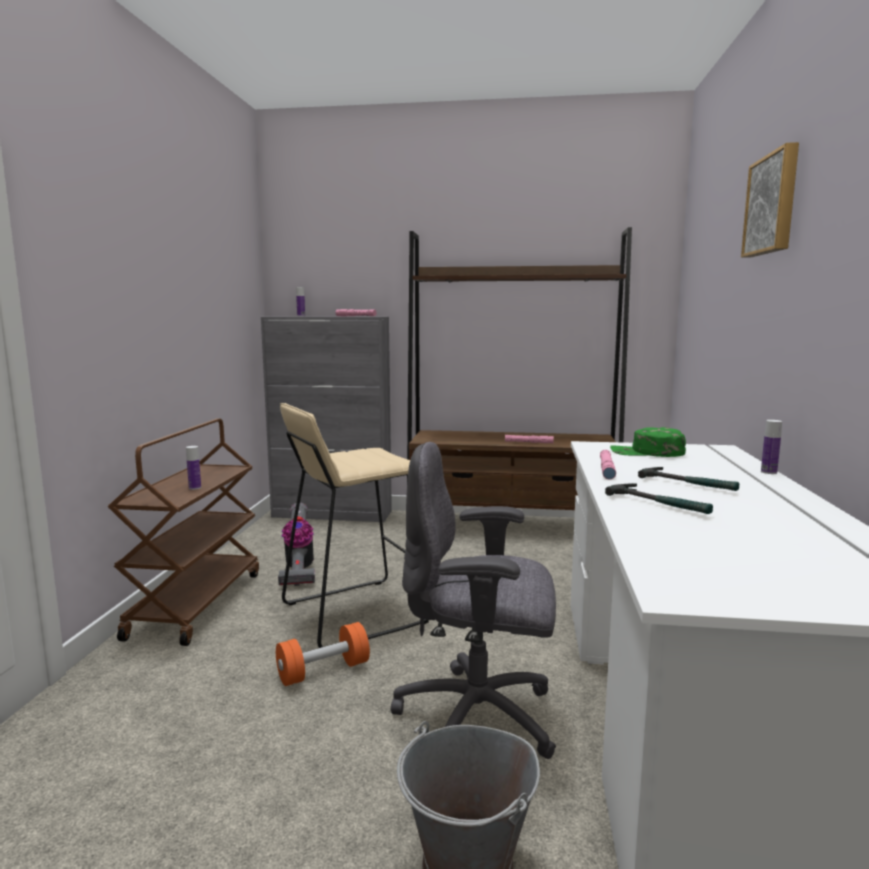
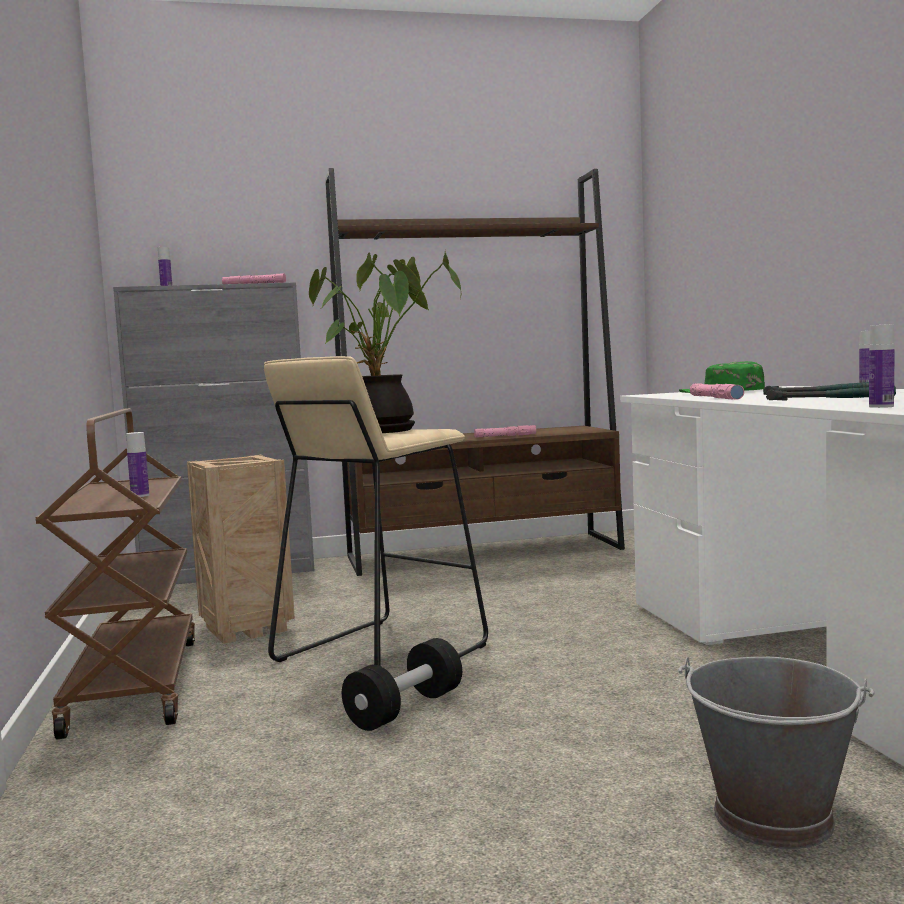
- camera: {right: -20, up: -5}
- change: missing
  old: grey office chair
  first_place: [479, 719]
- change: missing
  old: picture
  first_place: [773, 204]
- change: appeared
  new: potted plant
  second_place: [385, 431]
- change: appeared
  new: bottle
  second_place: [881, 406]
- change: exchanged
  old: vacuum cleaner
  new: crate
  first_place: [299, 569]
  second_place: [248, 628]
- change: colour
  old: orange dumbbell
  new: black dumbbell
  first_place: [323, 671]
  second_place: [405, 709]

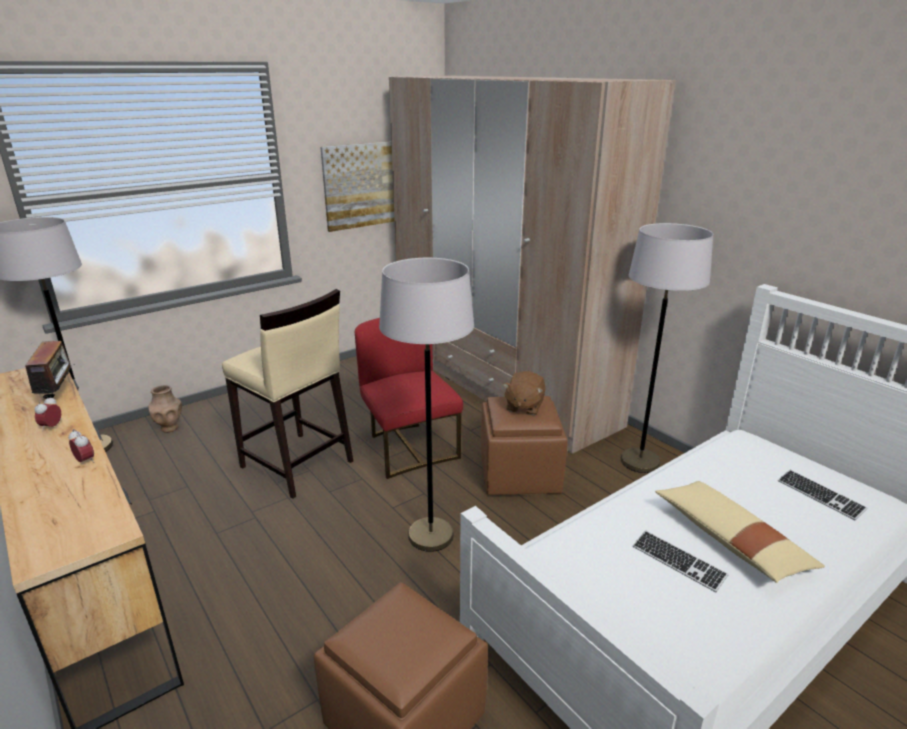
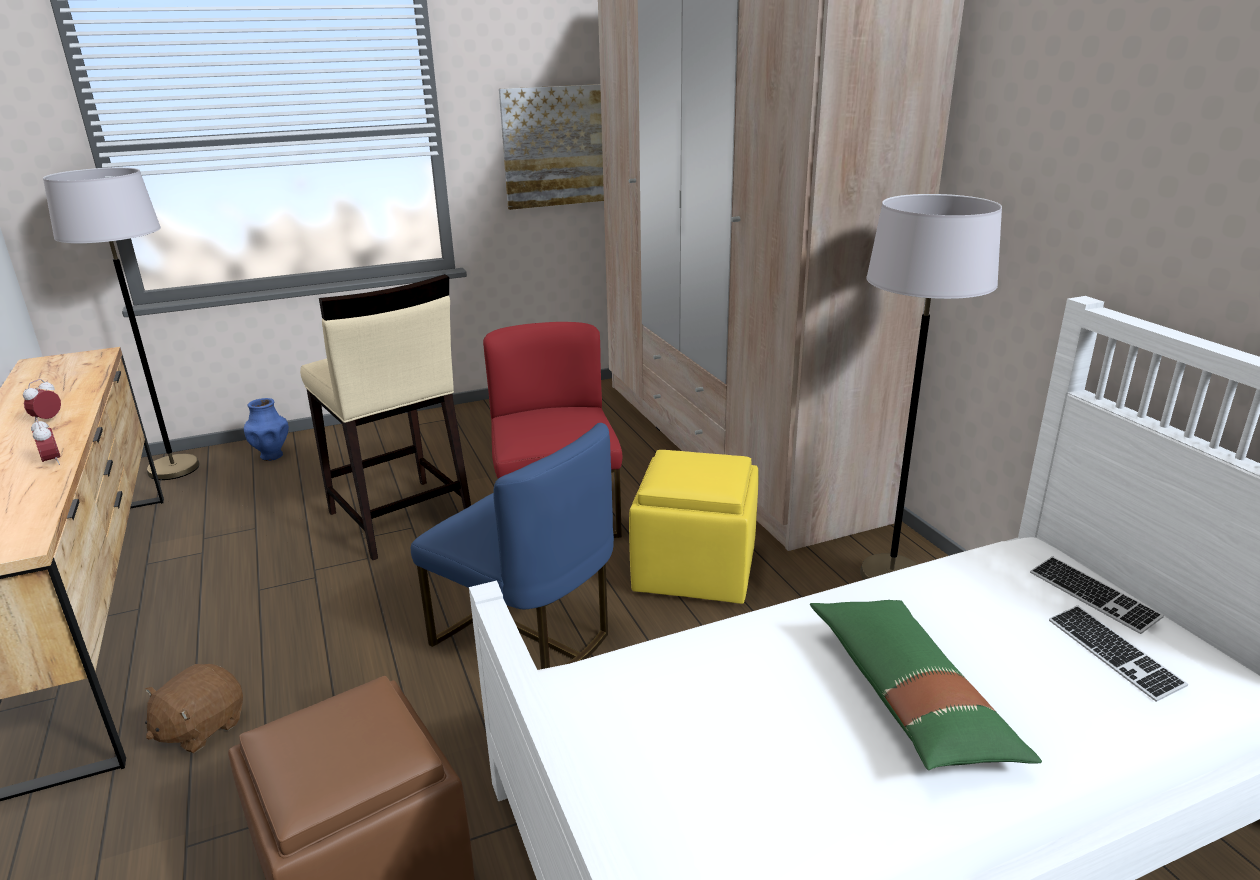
- camera: {right: 15, up: 0}
- change: missing
  old: radio
  first_place: [58, 394]
- change: relocated
  old: brown plush toy
  first_place: [524, 406]
  second_place: [200, 727]
- change: relocated
  old: keyboard
  first_place: [678, 562]
  second_place: [1092, 596]
- change: exchanged
  old: grey floor lamp
  new: blue chair
  first_place: [431, 536]
  second_place: [526, 634]
- change: colour
  old: brown vase
  new: blue vase
  first_place: [169, 428]
  second_place: [272, 455]
- change: colour
  old: brown ottoman
  new: yellow ottoman
  first_place: [520, 474]
  second_place: [696, 569]
- change: colour
  old: beige pillow
  new: green pillow
  first_place: [730, 540]
  second_place: [909, 697]

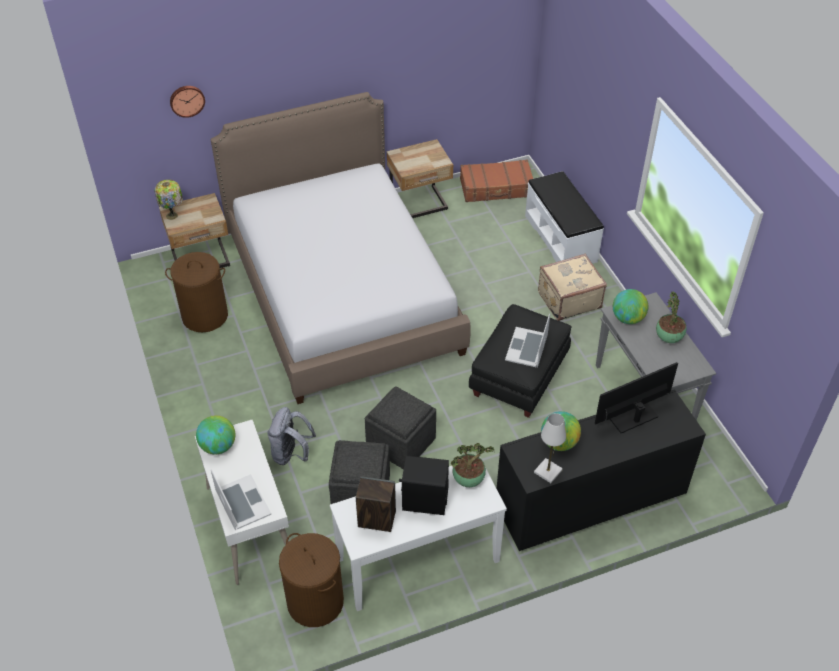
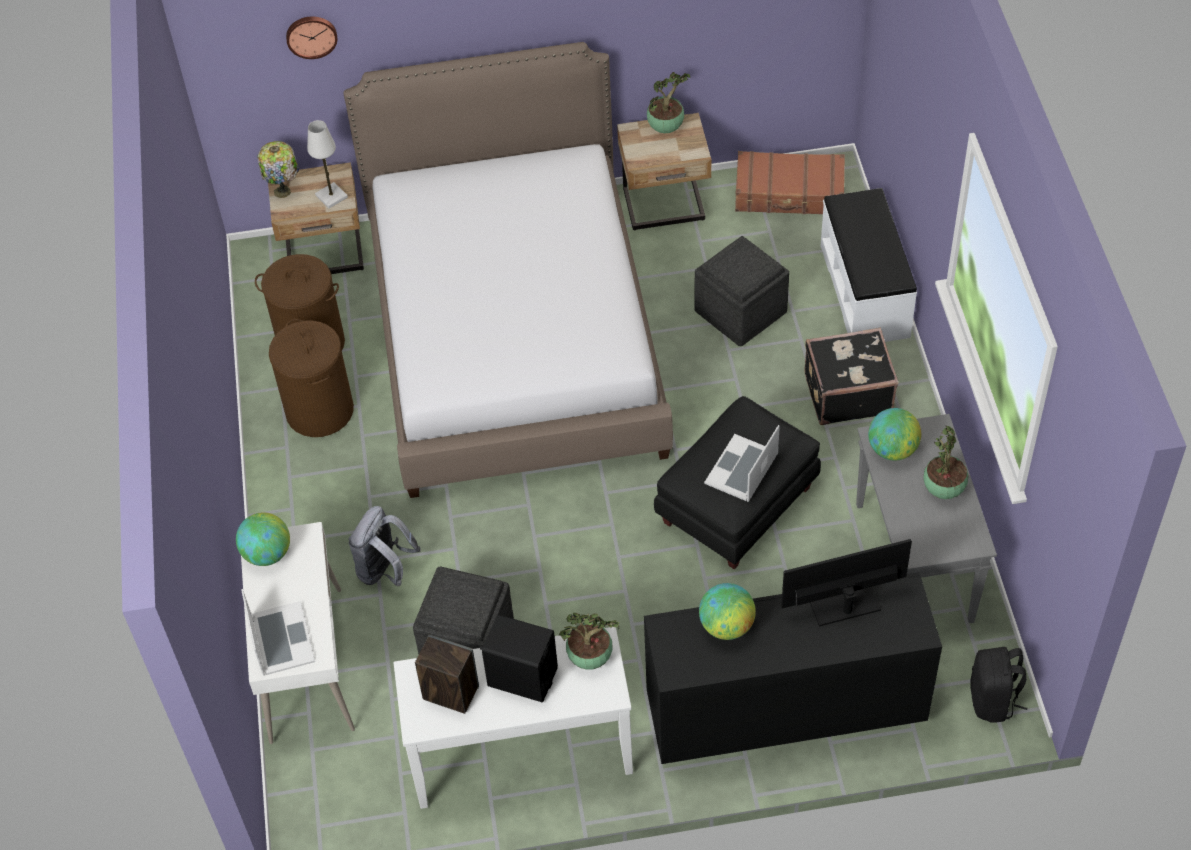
- camera: {right: 15, up: 5}
- change: appeared
  new: potted plant
  second_place: [666, 127]
- change: appeared
  new: black backpack
  second_place: [993, 700]
- change: relocated
  old: brown laundry basket
  first_place: [315, 602]
  second_place: [320, 411]
- change: relocated
  old: grey ottoman
  first_place: [401, 443]
  second_place: [740, 312]
- change: relocated
  old: white table lamp
  first_place: [548, 471]
  second_place: [331, 196]
- change: colour
  old: beige suitcase
  new: black suitcase
  first_place: [568, 299]
  second_place: [847, 393]

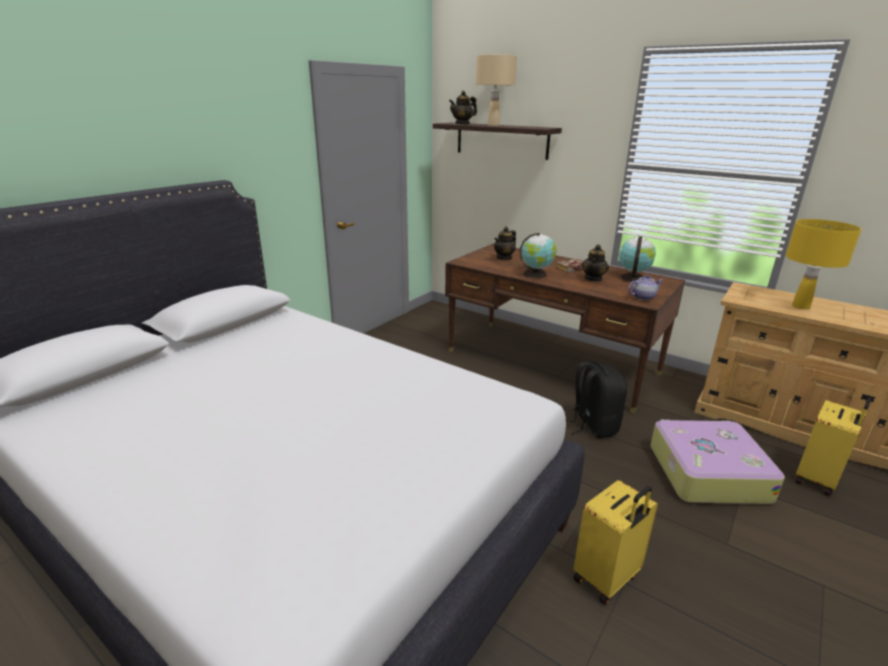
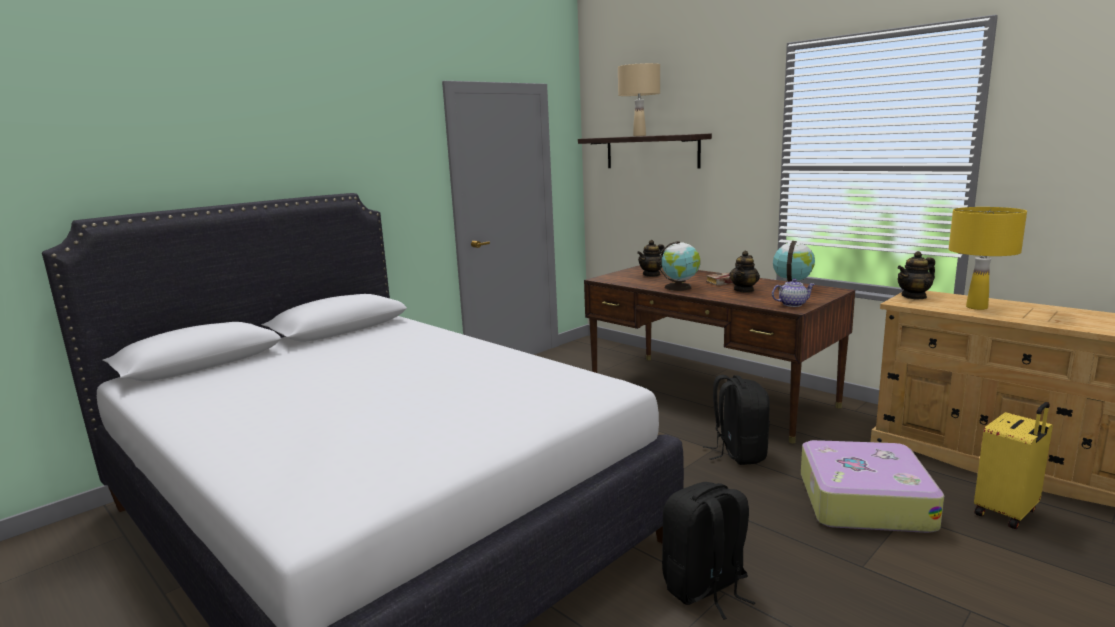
- camera: {right: 10, up: -10}
- change: relocated
  old: teapot
  first_place: [462, 124]
  second_place: [914, 296]
- change: exchanged
  old: yellow suitcase
  new: black backpack
  first_place: [607, 578]
  second_place: [705, 588]

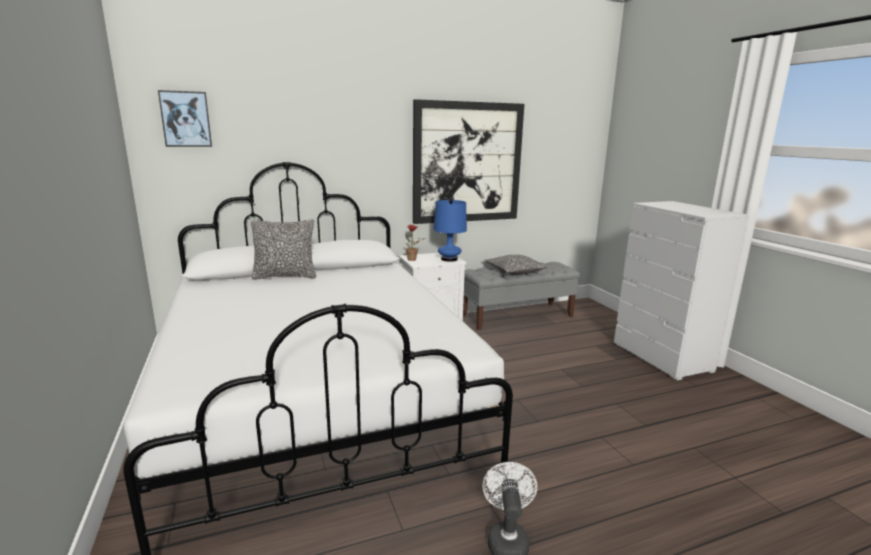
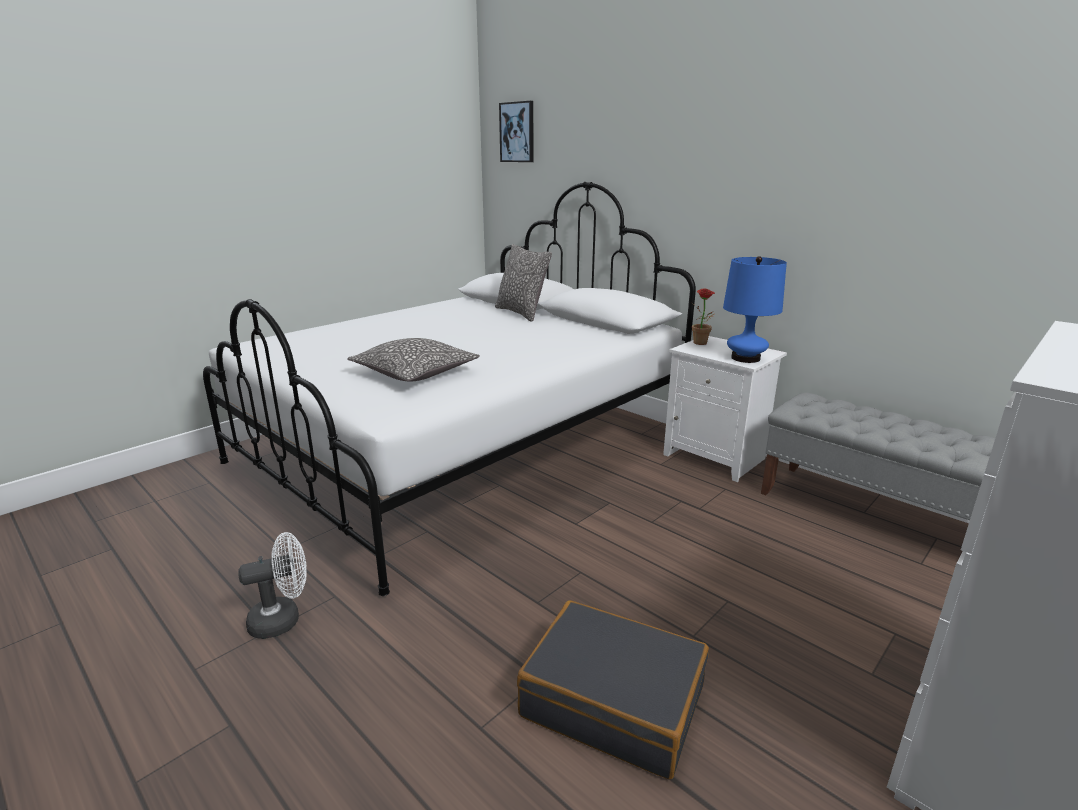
- camera: {right: 65, up: 5}
- change: missing
  old: picture
  first_place: [467, 163]
- change: appeared
  new: black suitcase
  second_place: [613, 700]
- change: relocated
  old: pillow
  first_place: [515, 271]
  second_place: [415, 373]

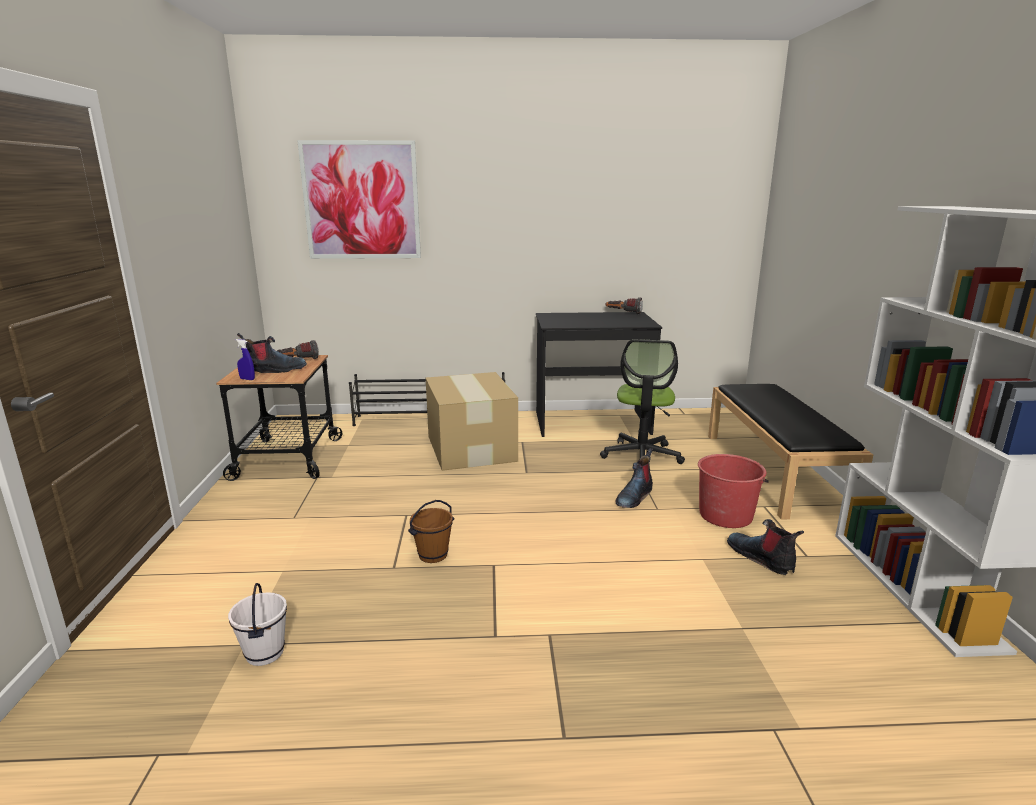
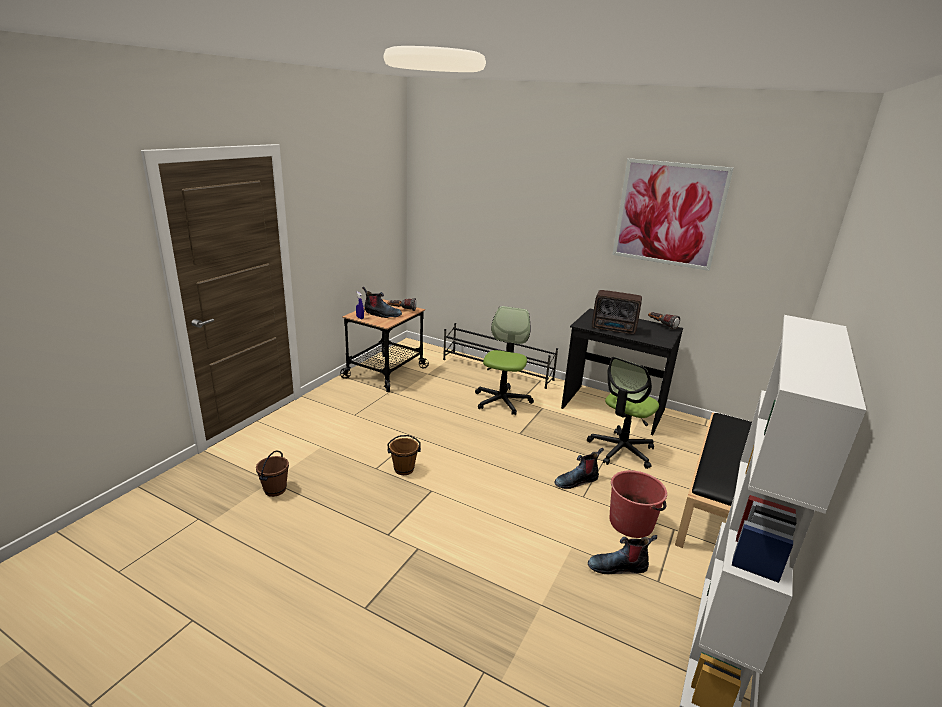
- camera: {right: 30, up: 5}
- change: appeared
  new: radio
  second_place: [614, 329]
- change: relocated
  old: picture
  first_place: [361, 201]
  second_place: [668, 214]
- change: exchanged
  old: cardboard box
  new: office chair
  first_place: [471, 447]
  second_place: [502, 401]
- change: colour
  old: white bucket
  new: brown bucket
  first_place: [264, 653]
  second_place: [275, 490]
- change: spun
  old: boot
  first_place: [761, 558]
  second_place: [618, 566]
  degrees: -90

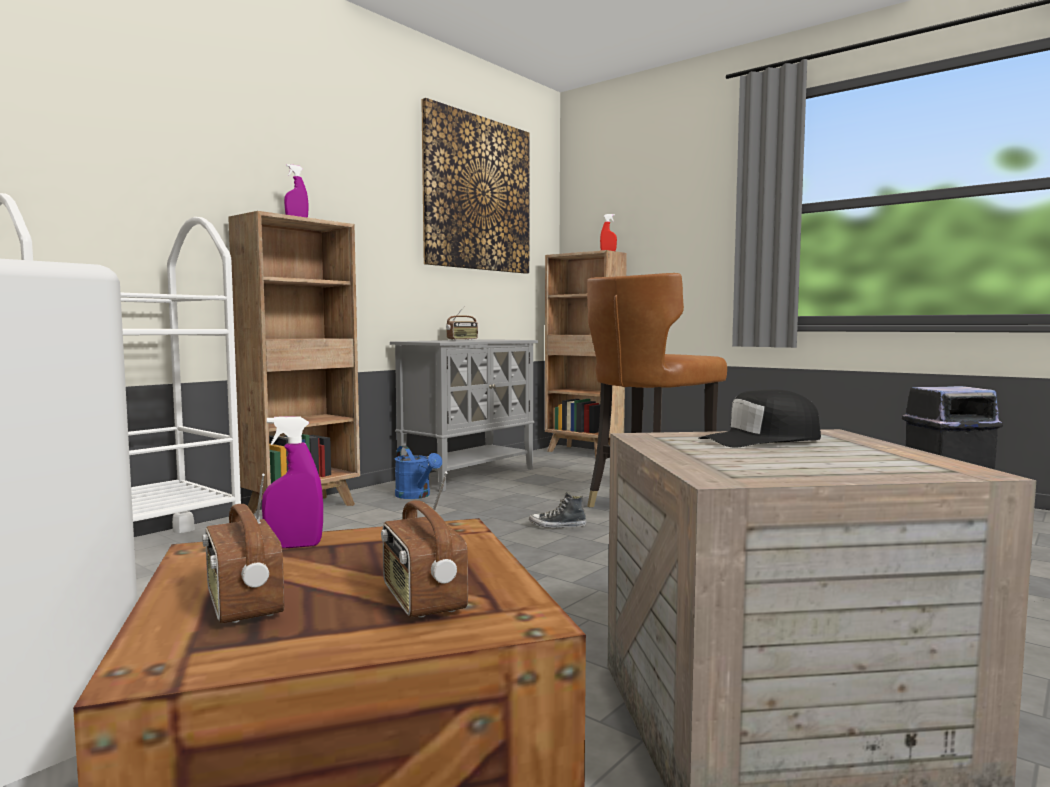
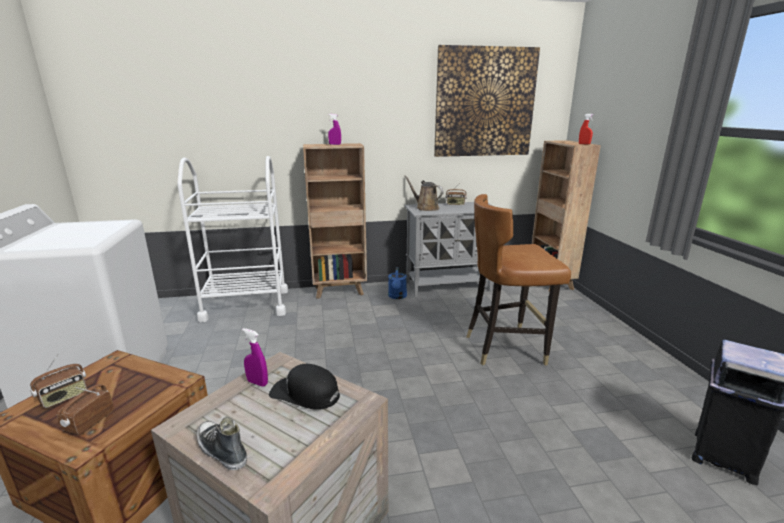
- camera: {right: 40, up: 15}
- change: appeared
  new: brown watering can
  second_place: [425, 208]
- change: relocated
  old: purple spray bottle
  first_place: [294, 546]
  second_place: [257, 383]
- change: relocated
  old: shoe
  first_place: [557, 526]
  second_place: [221, 450]
- change: spun
  old: radio
  first_place: [242, 605]
  second_place: [64, 397]
  degrees: -150

